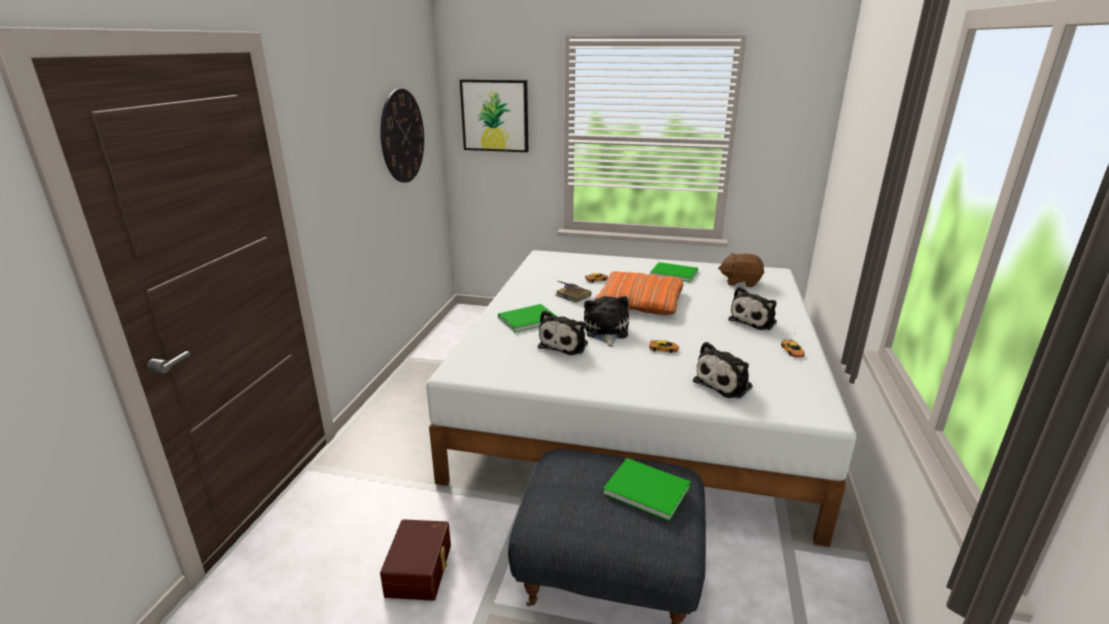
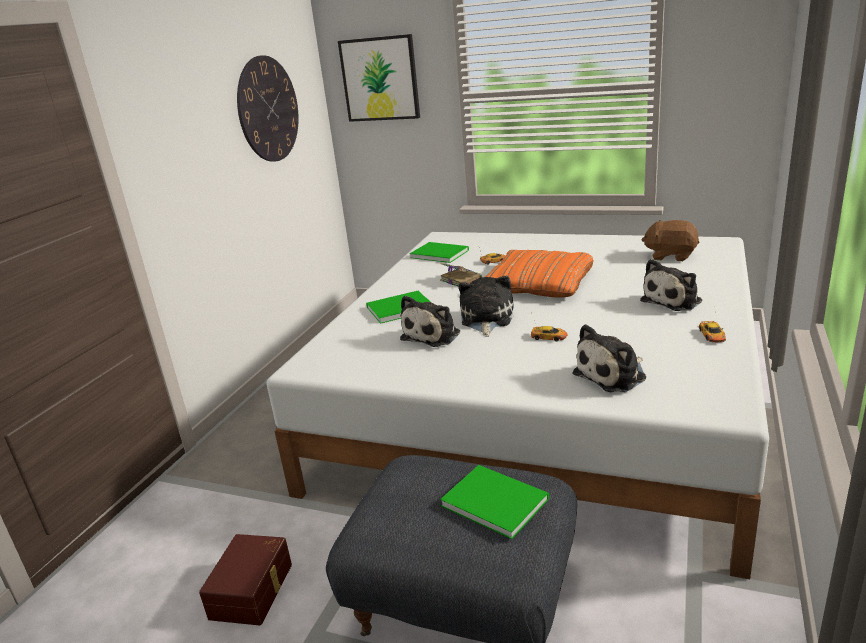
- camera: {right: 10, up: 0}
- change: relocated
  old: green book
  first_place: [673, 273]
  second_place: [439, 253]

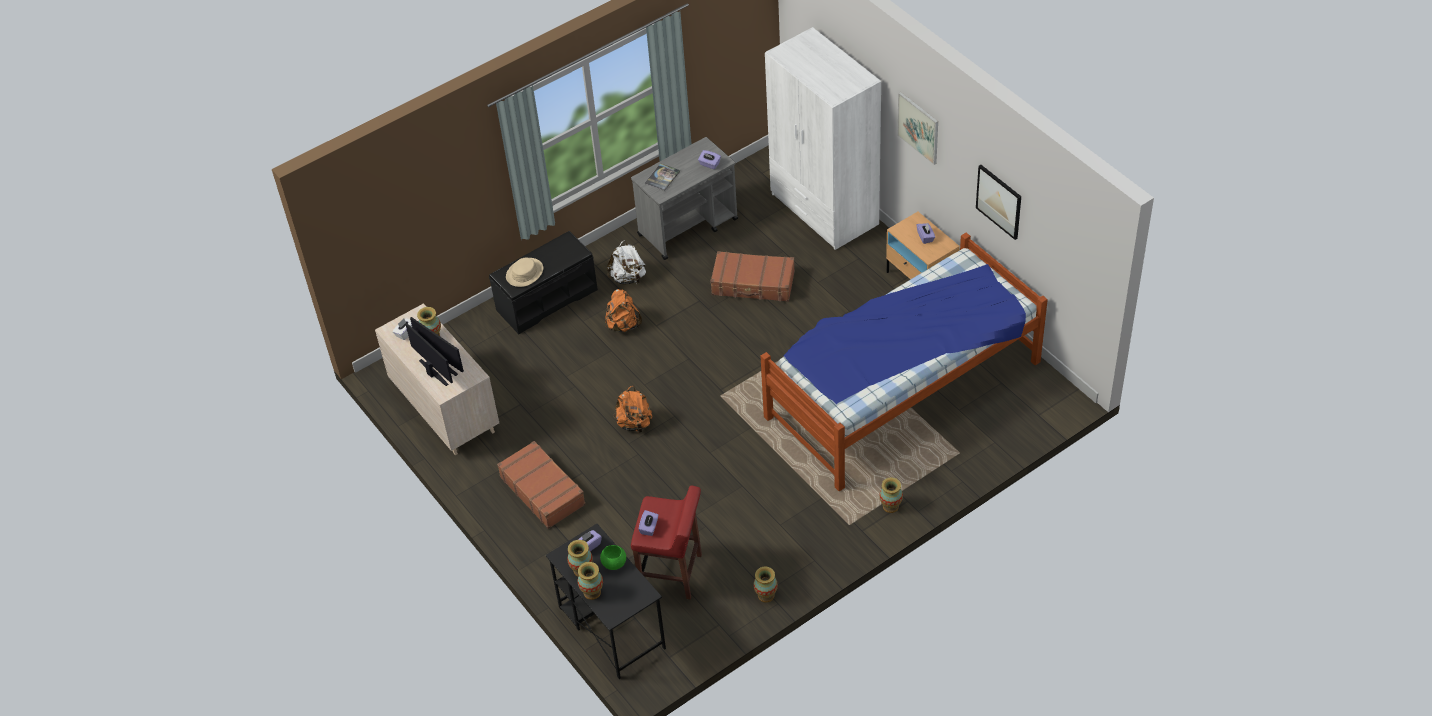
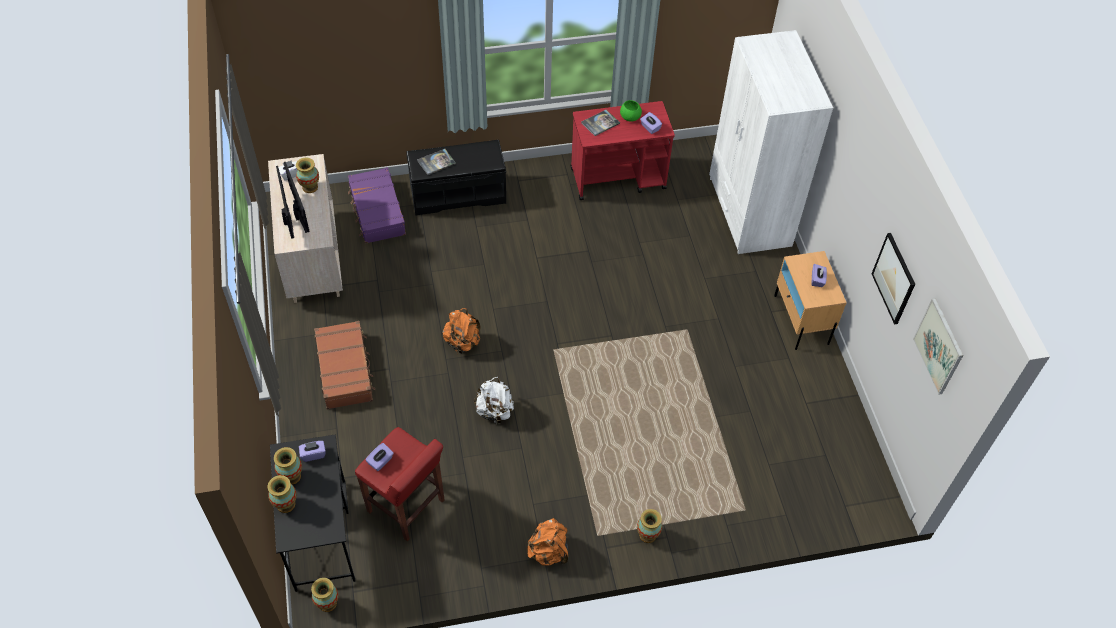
- camera: {right: 20, up: 5}
- change: missing
  old: brown suitcase
  first_place: [753, 284]
- change: missing
  old: bed
  first_place: [901, 388]
- change: appeared
  new: purple suitcase
  second_place: [377, 212]
- change: relocated
  old: green bowl
  first_place: [613, 562]
  second_place: [629, 116]
- change: relocated
  old: orange backpack
  first_place: [623, 325]
  second_place: [549, 551]
- change: relocated
  old: white backpack
  first_place: [628, 278]
  second_place: [494, 411]
- change: relocated
  old: vase
  first_place: [766, 595]
  second_place: [327, 603]
- change: relocated
  old: picture
  first_place: [918, 127]
  second_place: [938, 346]
- change: exchanged
  old: beige hat
  new: book
  first_place: [524, 273]
  second_place: [436, 162]
- change: colour
  old: grey cart
  new: red cart
  first_place: [688, 227]
  second_place: [618, 178]

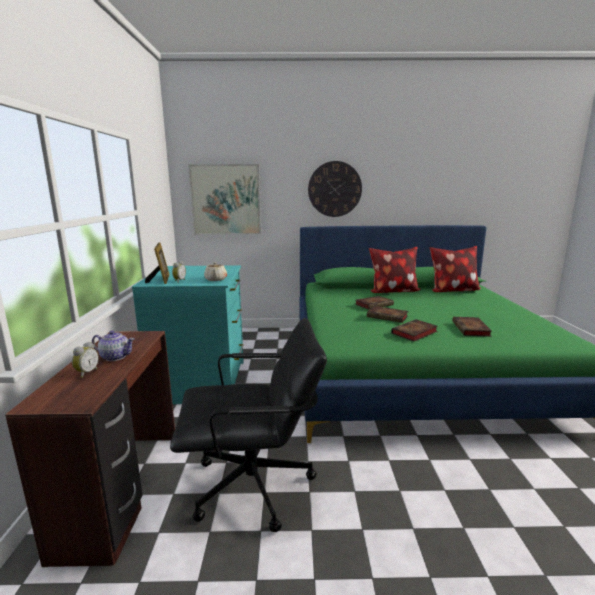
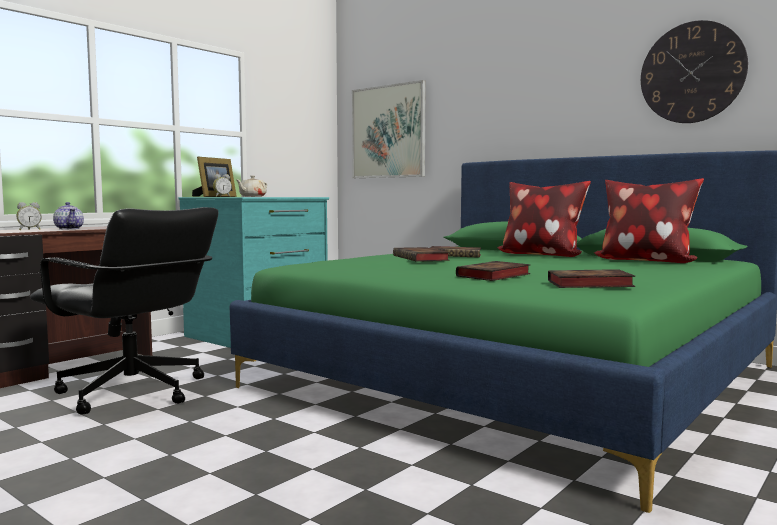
- camera: {right: 40, up: -10}
- change: relocated
  old: wall clock
  first_place: [334, 189]
  second_place: [692, 72]
- change: relocated
  old: book
  first_place: [414, 333]
  second_place: [587, 284]

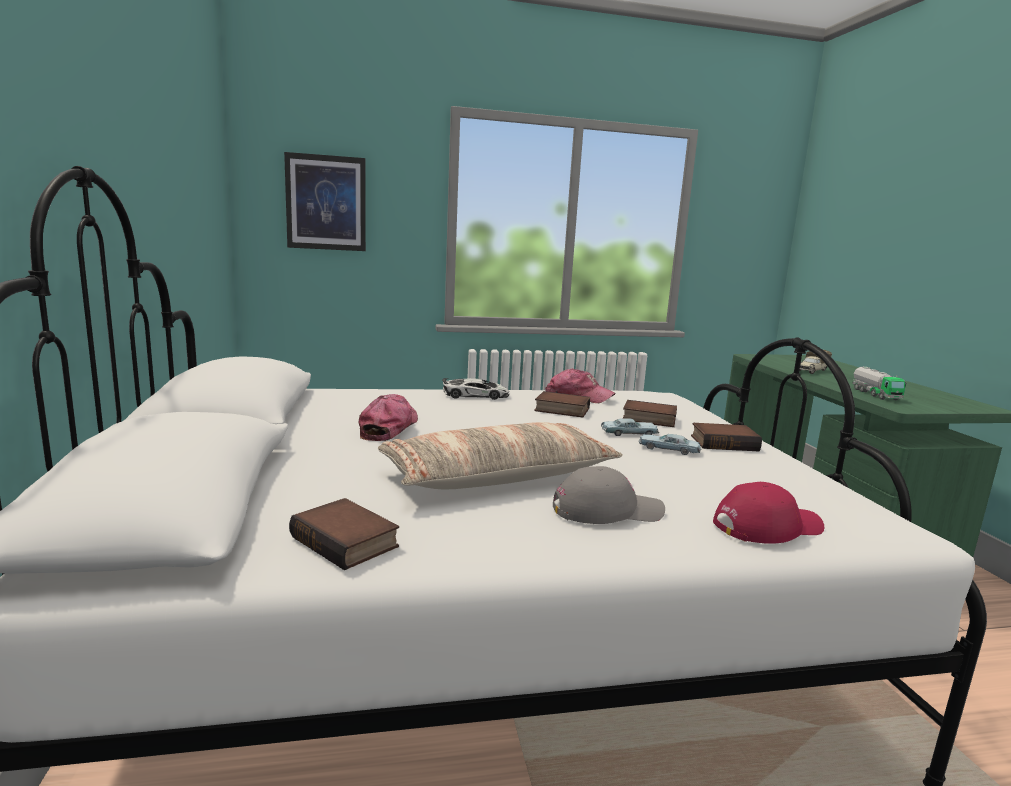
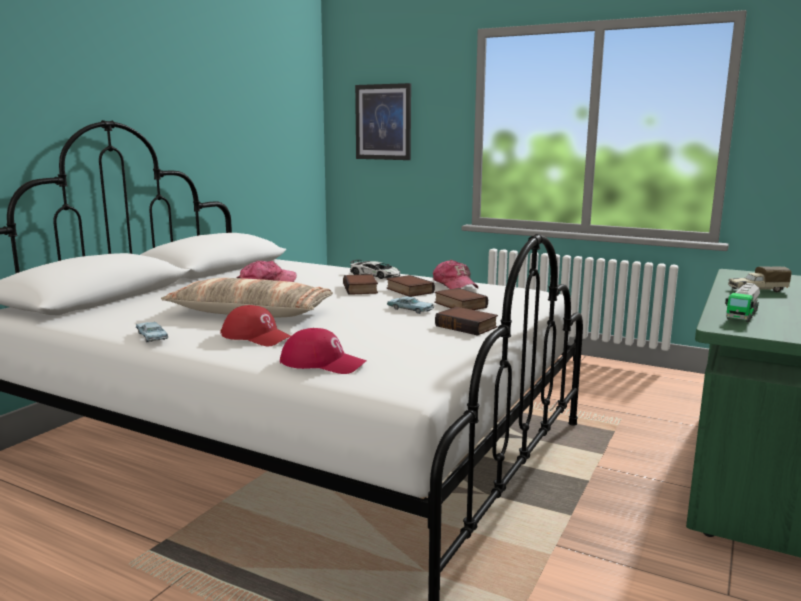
- camera: {right: 40, up: 0}
- change: relocated
  old: book
  first_place: [348, 541]
  second_place: [361, 289]
- change: relocated
  old: blue toy car
  first_place: [668, 449]
  second_place: [152, 337]
- change: colour
  old: grey cap
  new: red cap
  first_place: [607, 510]
  second_place: [257, 336]

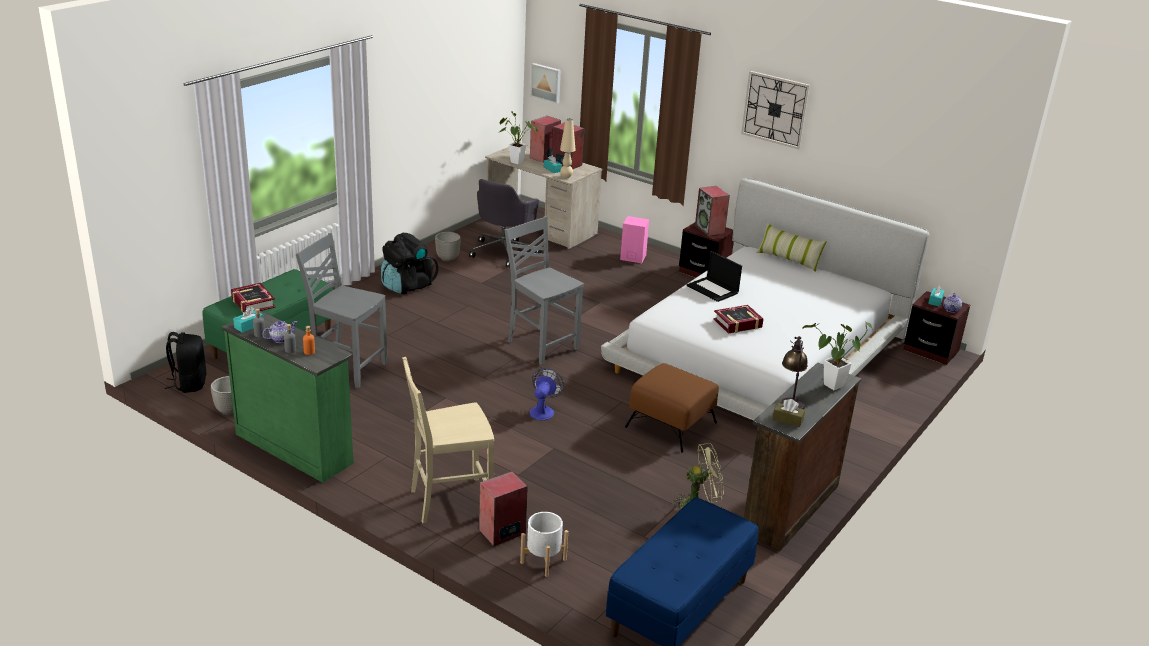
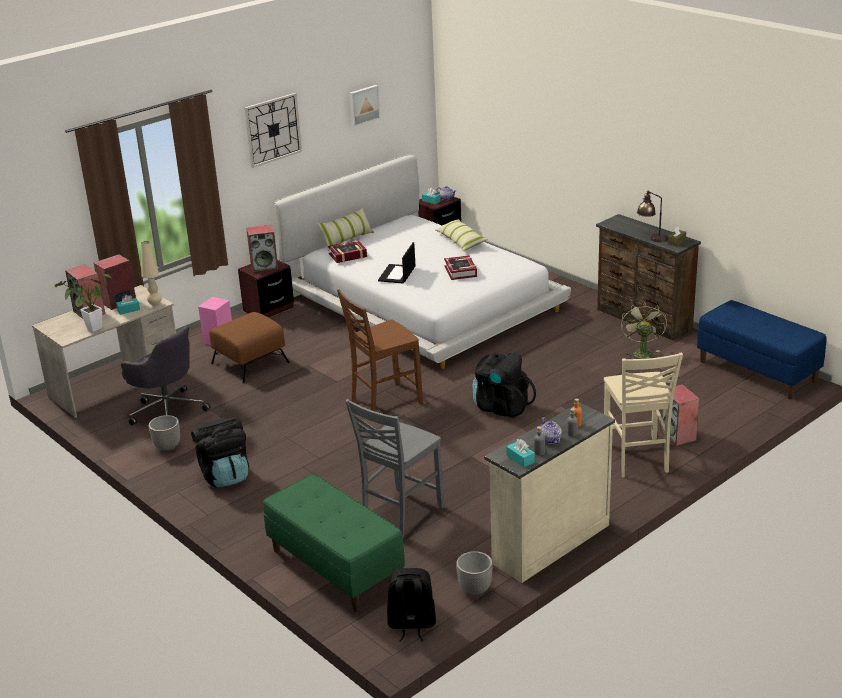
- camera: {right: -75, up: 0}
- change: missing
  old: white planter
  first_place: [543, 561]
- change: missing
  old: potted plant
  first_place: [830, 387]
- change: appeared
  new: pillow
  second_place: [461, 241]
- change: relocated
  old: book
  first_place: [253, 303]
  second_place: [348, 255]
- change: relocated
  old: picture
  first_place: [546, 82]
  second_place: [363, 105]
- change: relocated
  old: brown ottoman
  first_place: [671, 425]
  second_place: [250, 363]
- change: exchanged
  old: fan
  new: black backpack
  first_place: [543, 410]
  second_place: [501, 407]
- change: colour
  old: green dresser
  new: beige dresser
  first_place: [294, 447]
  second_place: [549, 543]
- change: colour
  old: grey chair
  new: brown chair
  first_place: [541, 345]
  second_place: [384, 401]
- change: spun
  old: laptop
  first_place: [713, 289]
  second_place: [397, 274]
  degrees: 135

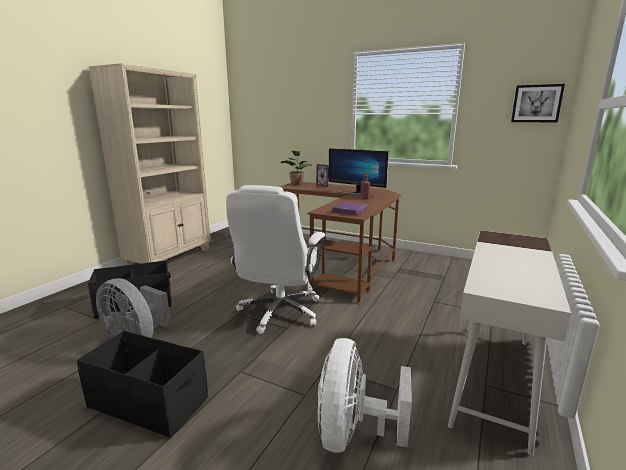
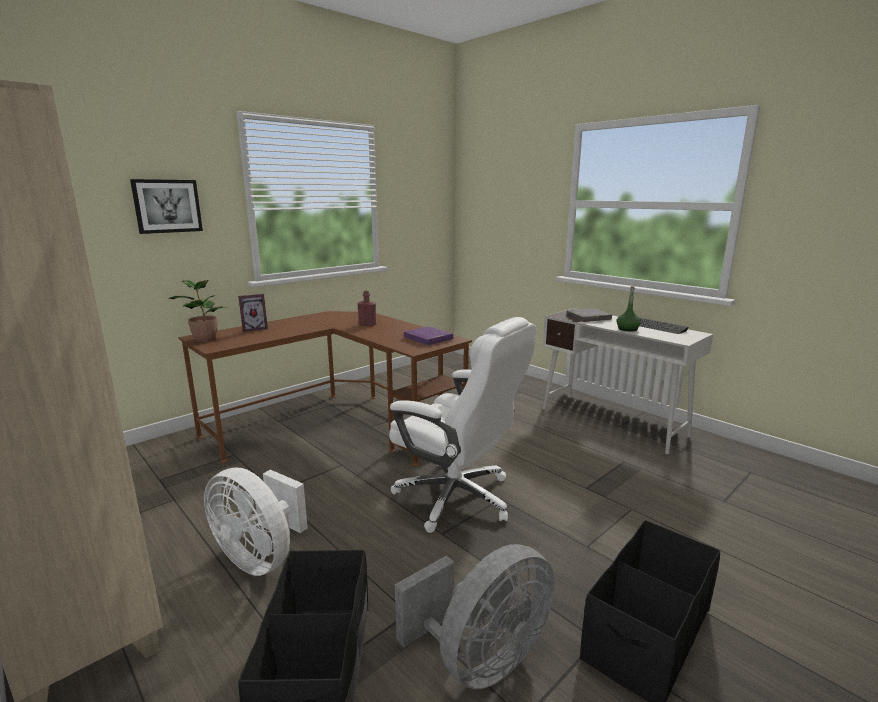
- camera: {right: -70, up: 0}
- change: missing
  old: monitor
  first_place: [356, 193]
- change: appeared
  new: grey book
  second_place: [588, 318]
- change: appeared
  new: green bottle
  second_place: [627, 329]
- change: appeared
  new: keyboard
  second_place: [658, 327]
- change: relocated
  old: white fan
  first_place: [353, 433]
  second_place: [260, 557]
- change: relocated
  old: picture
  first_place: [536, 103]
  second_place: [167, 206]

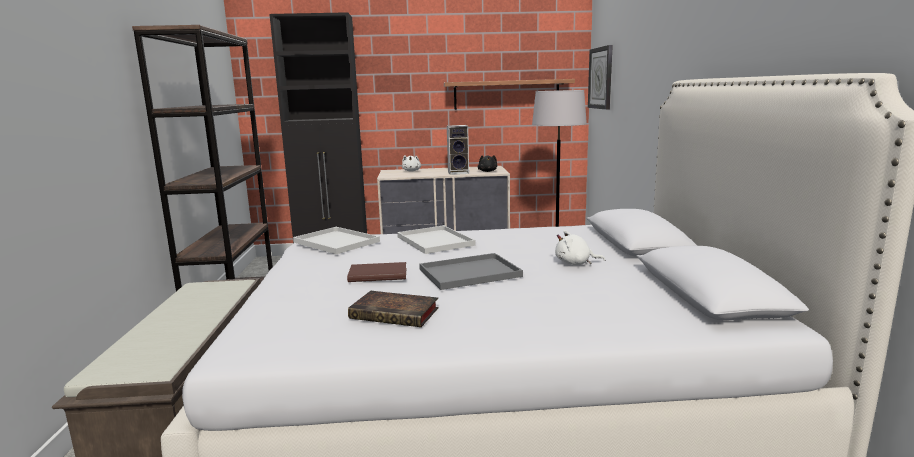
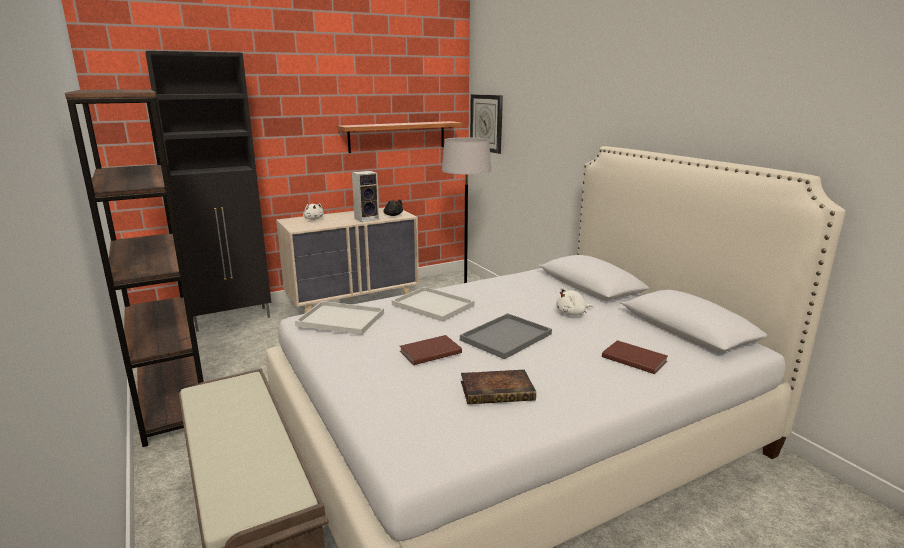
- camera: {right: -25, up: 5}
- change: appeared
  new: brown book
  second_place: [634, 358]

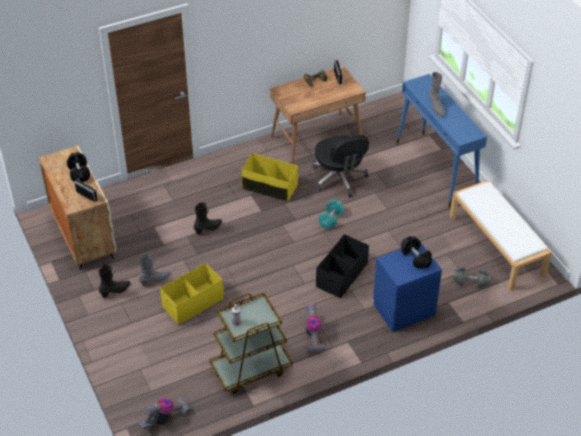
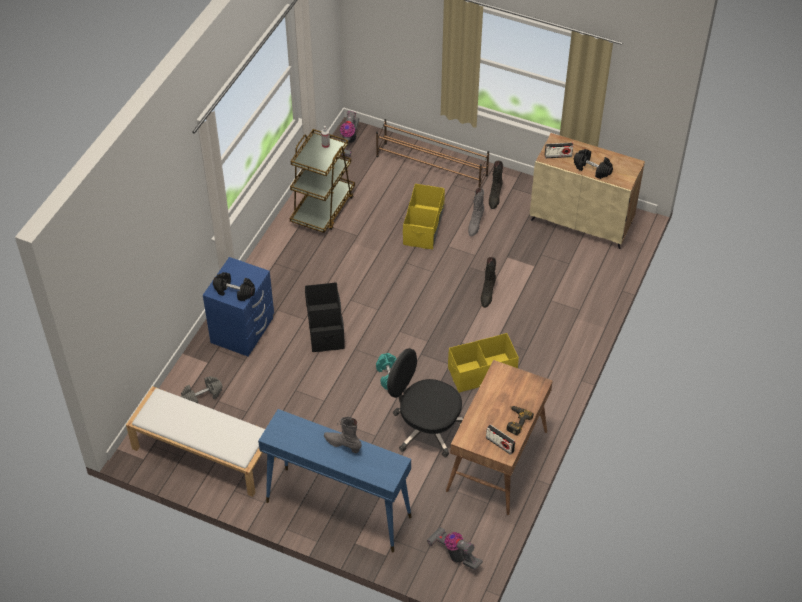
- camera: {right: 140, up: 5}
- change: appeared
  new: brown shoe rack
  second_place: [432, 166]
- change: relocated
  old: vacuum cleaner
  first_place: [312, 335]
  second_place: [454, 554]

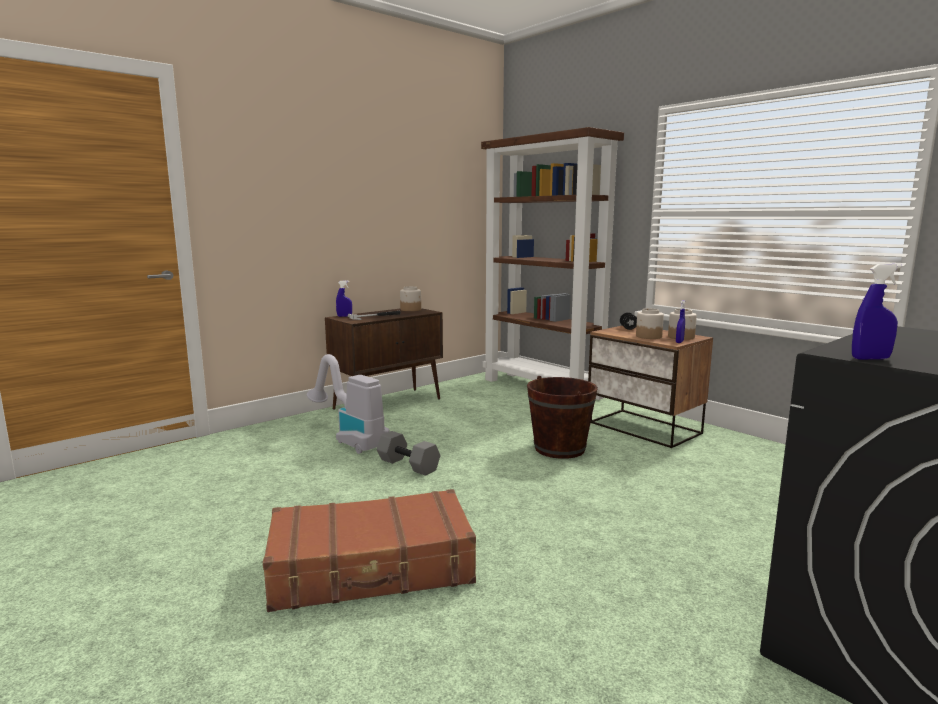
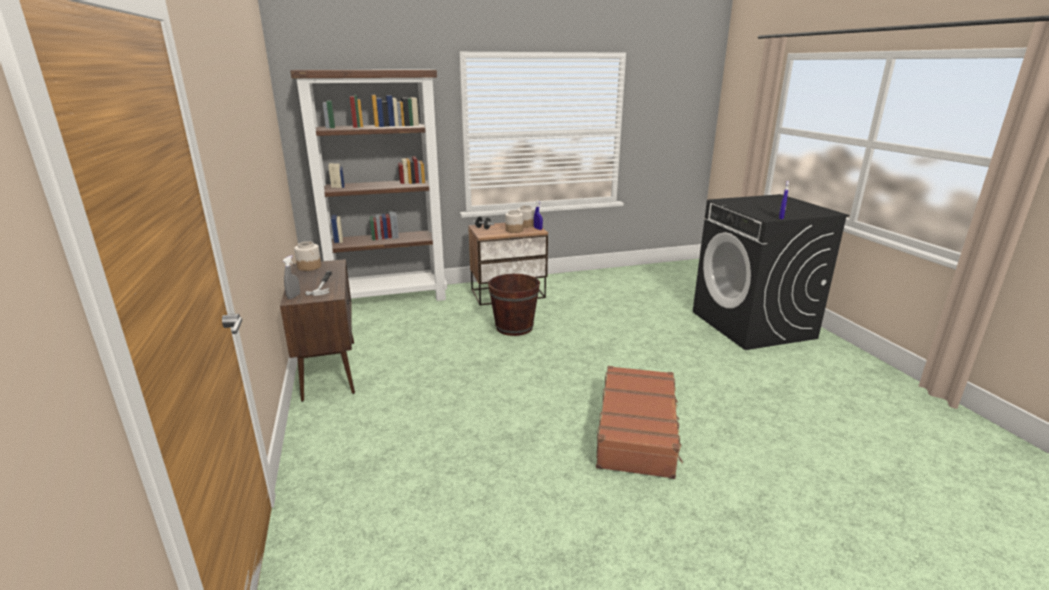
- camera: {right: -65, up: 10}
- change: missing
  old: vacuum cleaner
  first_place: [350, 439]
- change: missing
  old: grey dumbbell
  first_place: [409, 465]
- change: colour
  old: blue spray bottle
  new: grey spray bottle
  first_place: [344, 316]
  second_place: [294, 296]

